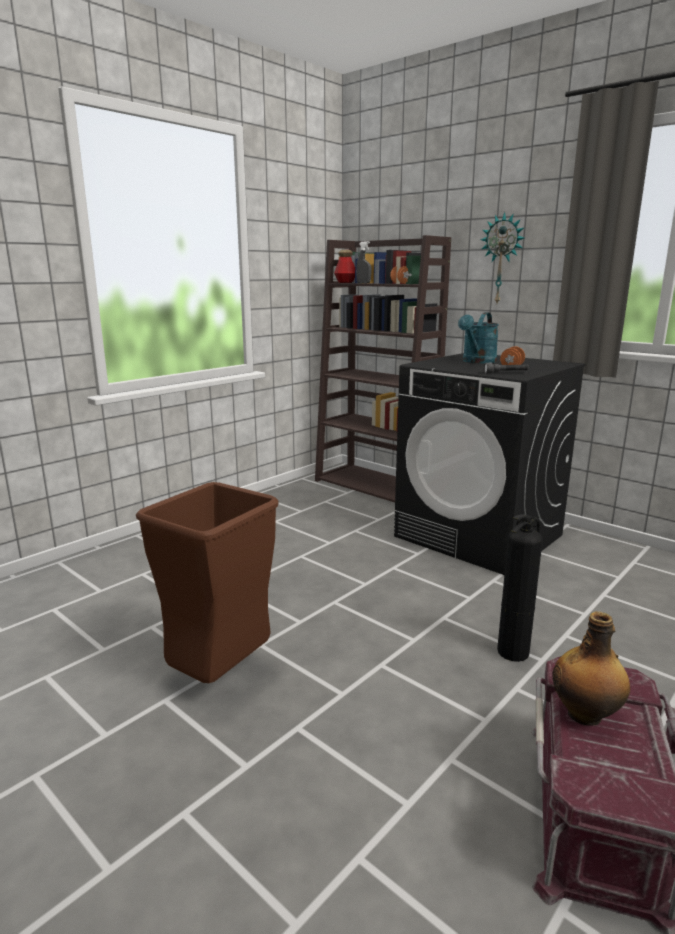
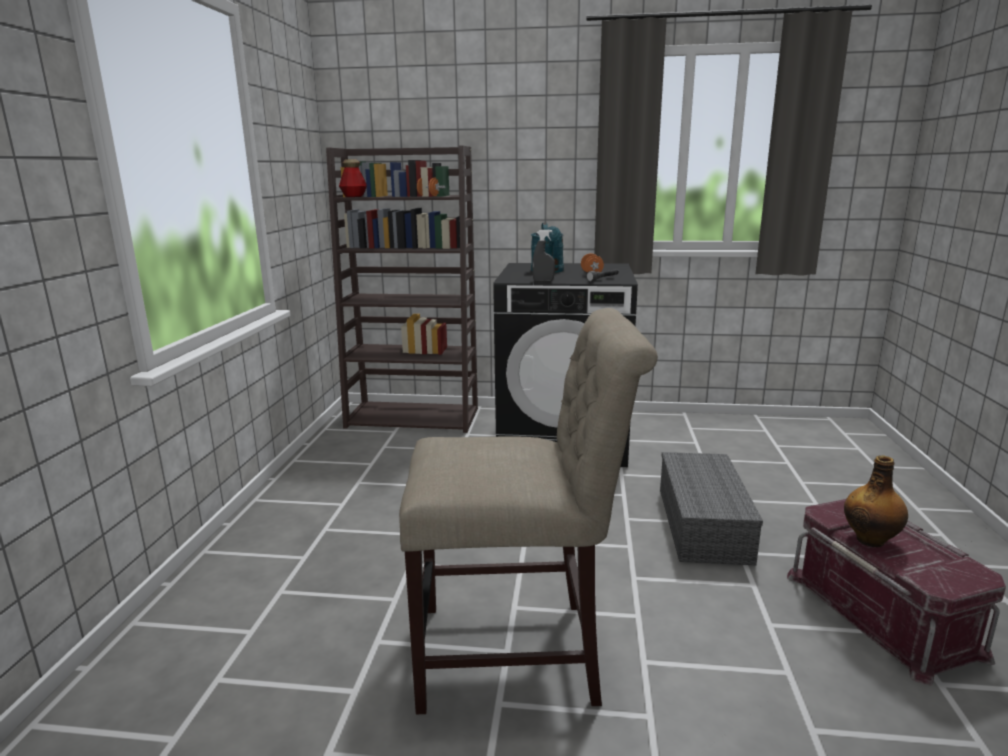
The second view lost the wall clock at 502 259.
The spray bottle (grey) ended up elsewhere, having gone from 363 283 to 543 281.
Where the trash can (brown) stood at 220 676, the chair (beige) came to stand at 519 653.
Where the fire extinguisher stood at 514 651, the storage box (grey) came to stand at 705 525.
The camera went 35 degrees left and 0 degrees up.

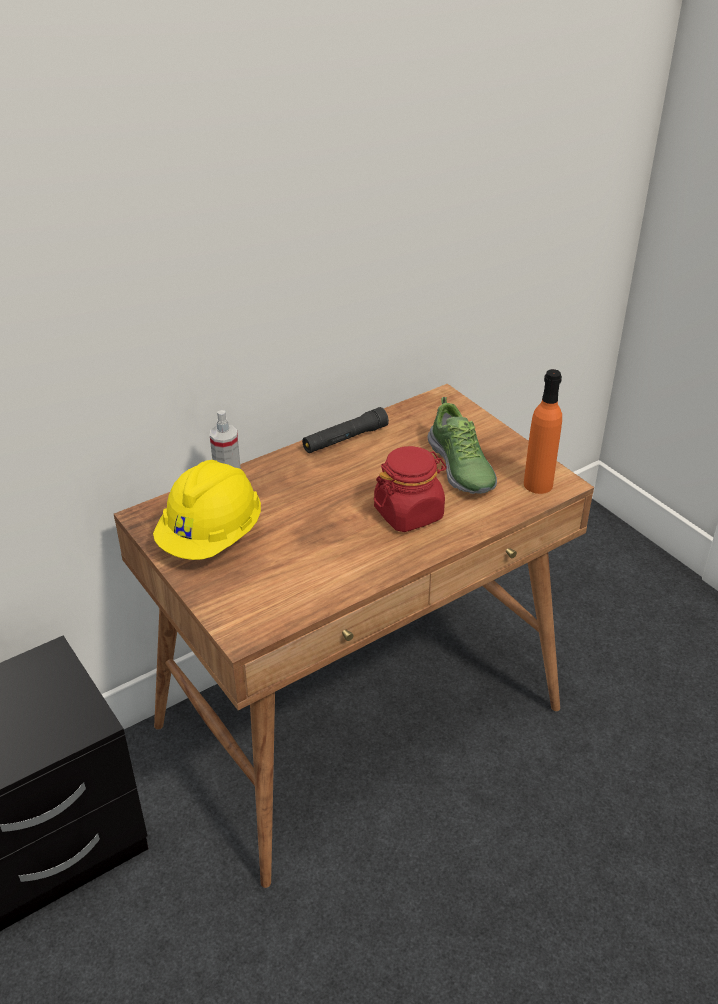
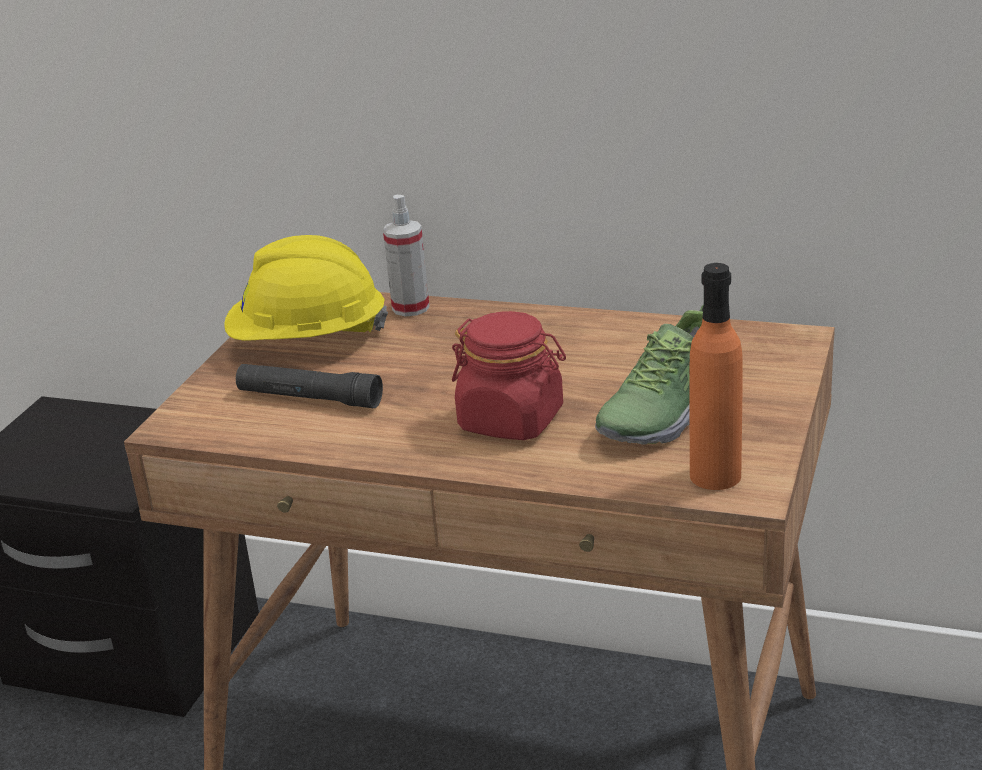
The flashlight (black) ended up elsewhere, having gone from 345 439 to 309 398.
The camera went 55 degrees right and 10 degrees down.

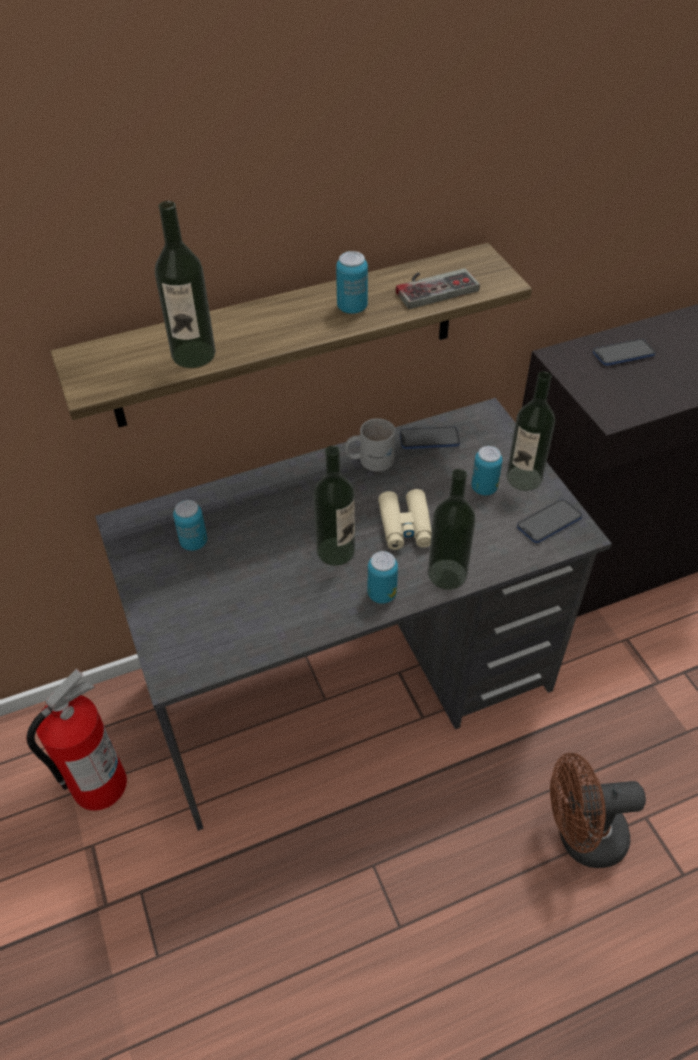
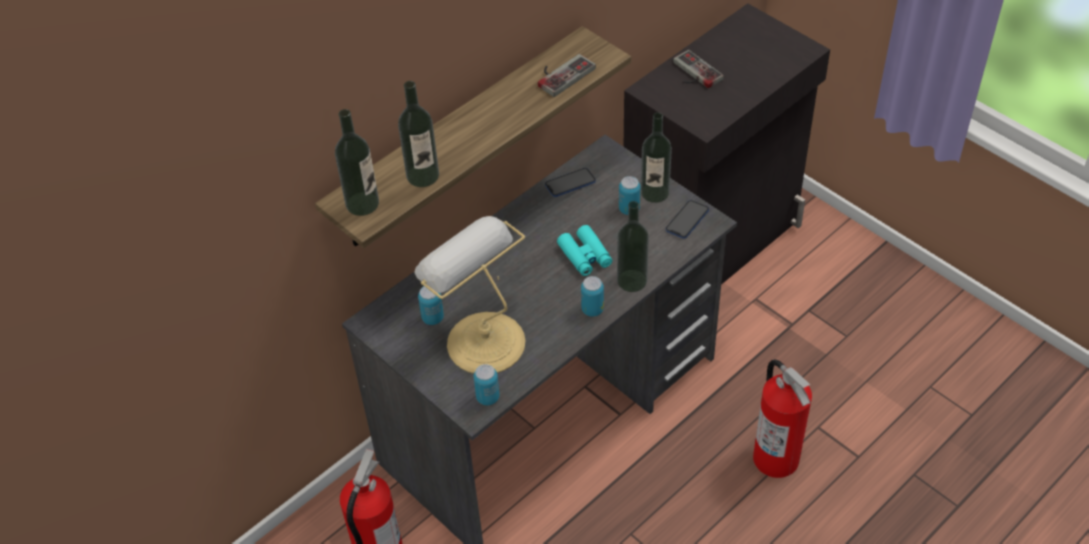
The second view lost the mug (white) at 369 458.
The second view gained the table lamp at 482 340.
The bottle ended up elsewhere, having gone from 335 551 to 362 204.
The can ended up elsewhere, having gone from 352 307 to 488 397.
Where the fan (brown) stood at 580 837, the fire extinguisher came to stand at 776 457.
Where the phone stood at 623 354, the game controller came to stand at 693 73.
What was the binoculars (beige) at 405 526 turned into the binoculars (turquoise) at 585 256.
The camera went 20 degrees left and 0 degrees up.

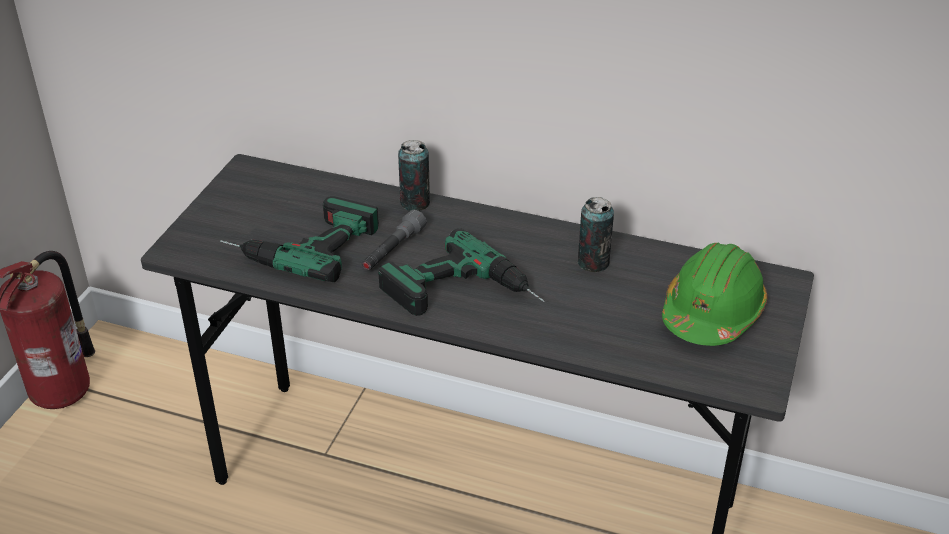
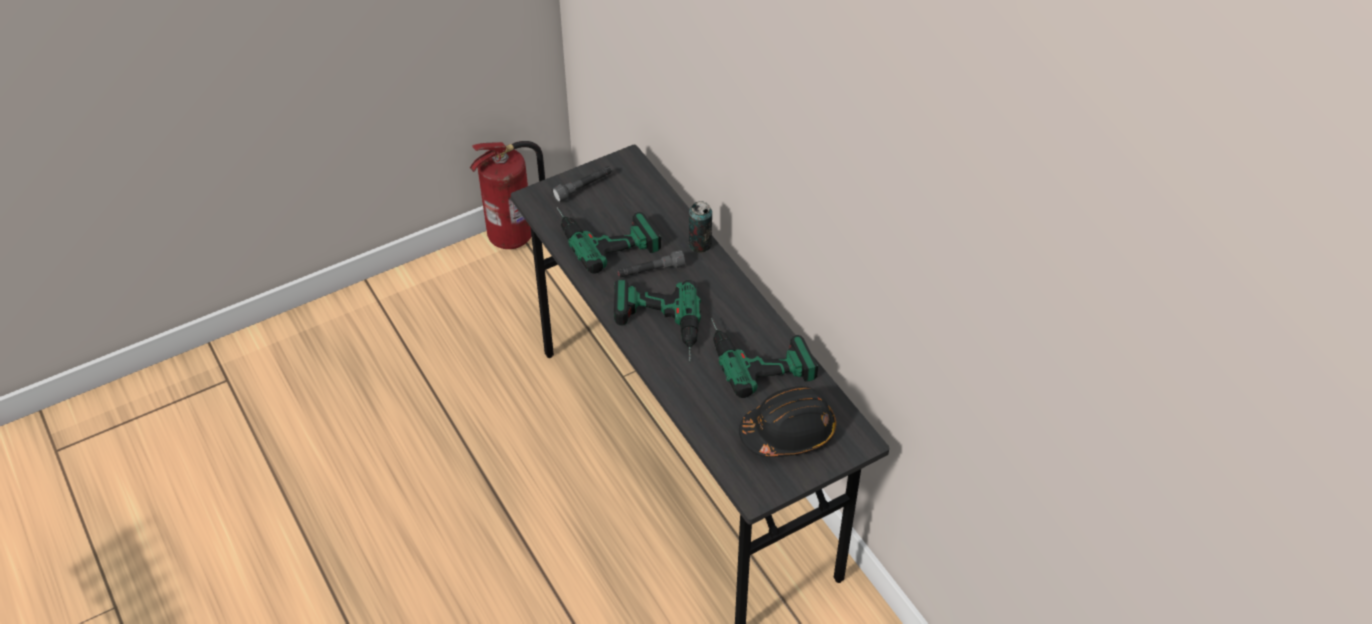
The second view gained the flashlight (grey) at 583 188.
Where the can stood at 593 263, the power drill came to stand at 758 353.
What was the hard hat (green) at 712 312 turned into the hard hat (black) at 788 432.
The camera went 40 degrees right and 10 degrees up.

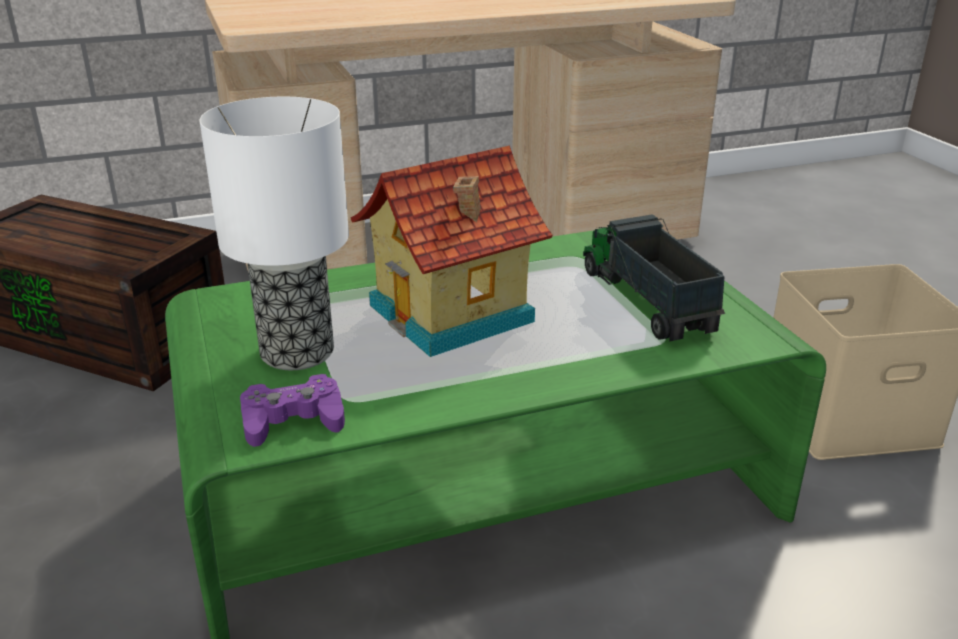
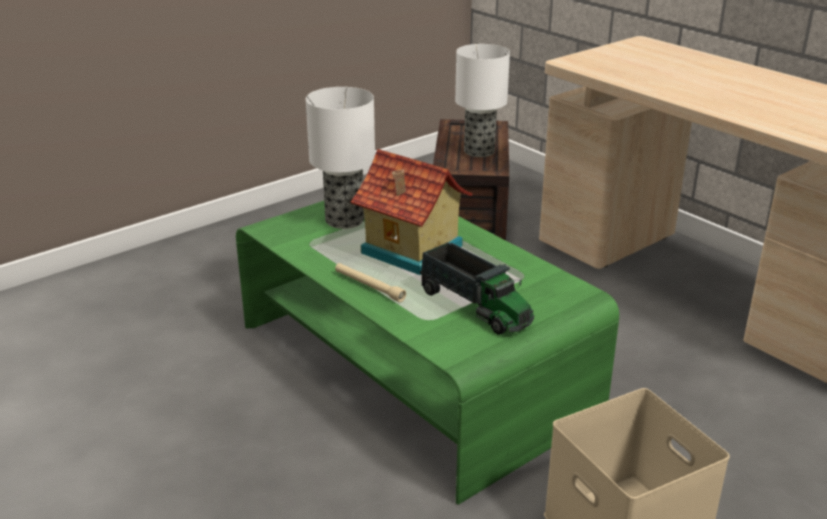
The second view lost the game controller (purple) at 293 420.
The second view gained the flashlight (beige) at 369 286.
The second view gained the table lamp at 479 151.
The toy truck at 644 300 ended up facing another way, 90 degrees clockwise from before.
The camera went 70 degrees right and 0 degrees up.

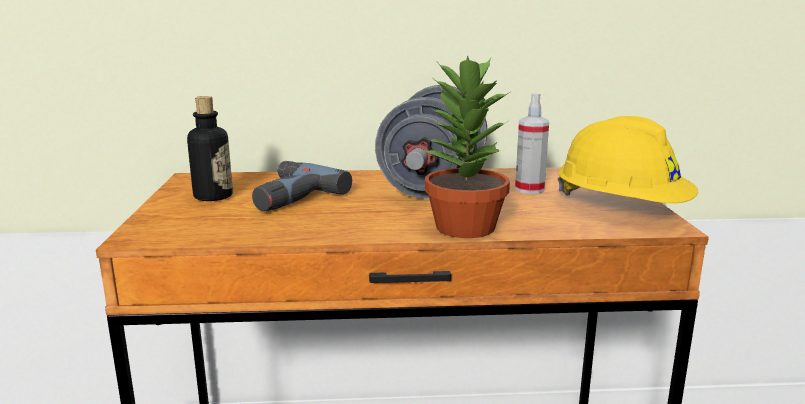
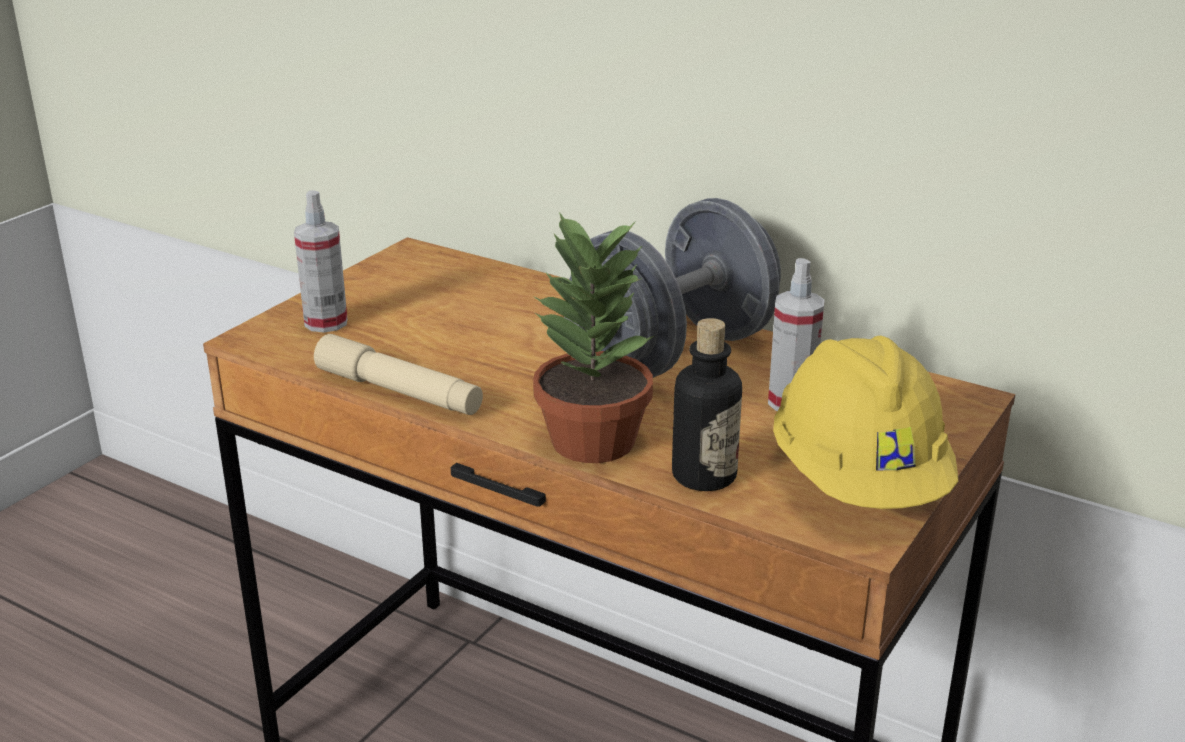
The second view lost the power drill at 286 196.
The second view gained the spray bottle at 326 322.
The second view gained the flashlight (beige) at 399 392.
The bottle ended up elsewhere, having gone from 213 196 to 704 476.
The camera went 35 degrees right and 10 degrees up.

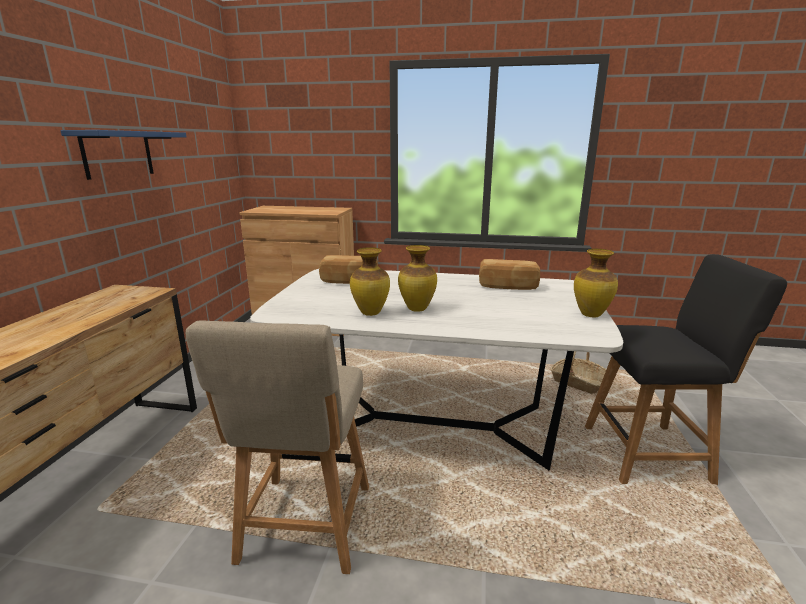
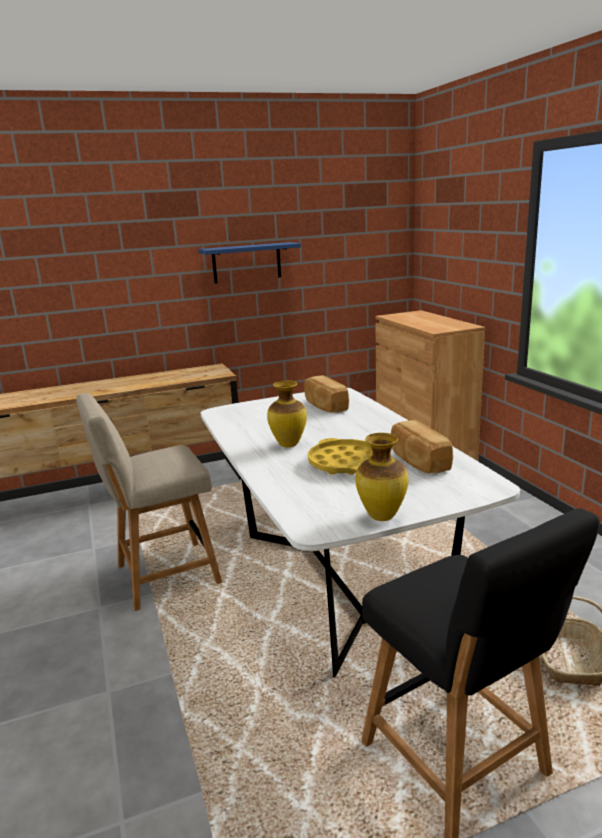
The second view lost the vase at 371 313.
The second view gained the tray (yellow) at 345 463.
The camera went 60 degrees right and 0 degrees up.

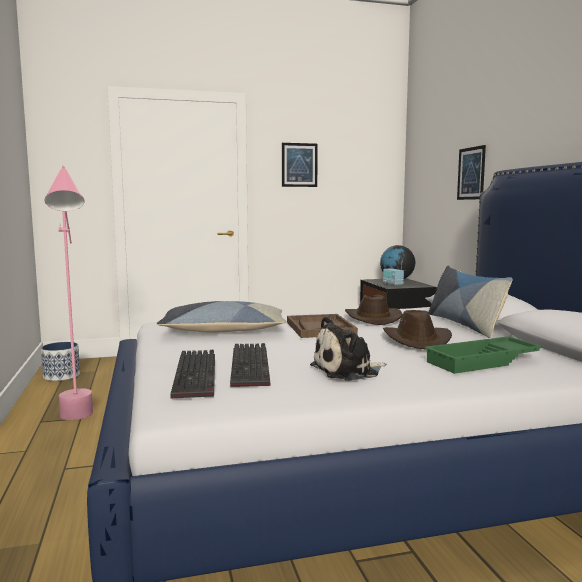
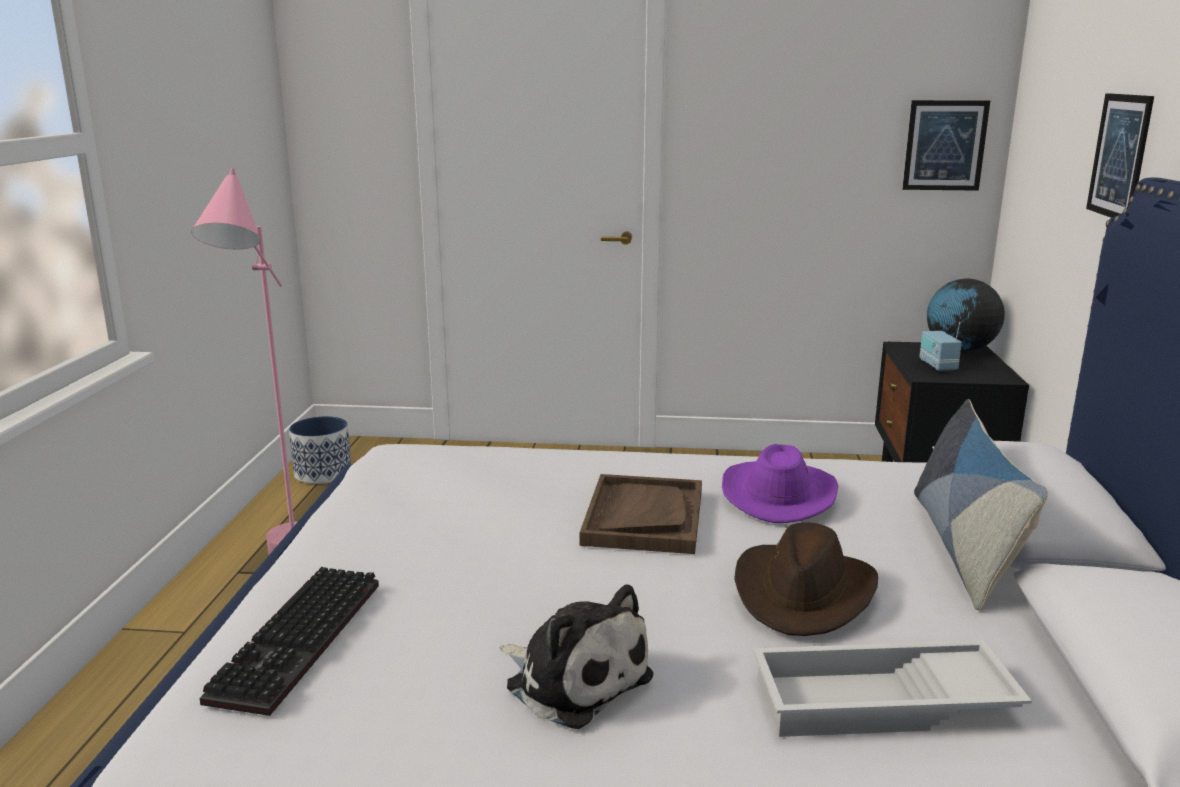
The second view lost the pillow at 223 331.
The second view lost the keyboard at 252 367.
The picture ended up elsewhere, having gone from 299 165 to 945 145.
What was the hat (brown) at 371 318 turned into the hat (purple) at 778 495.
What was the tray (green) at 483 362 turned into the tray (white) at 881 704.
The plush toy at 348 371 ended up facing another way, 135 degrees counterclockwise from before.
The camera went 20 degrees right and 10 degrees up.

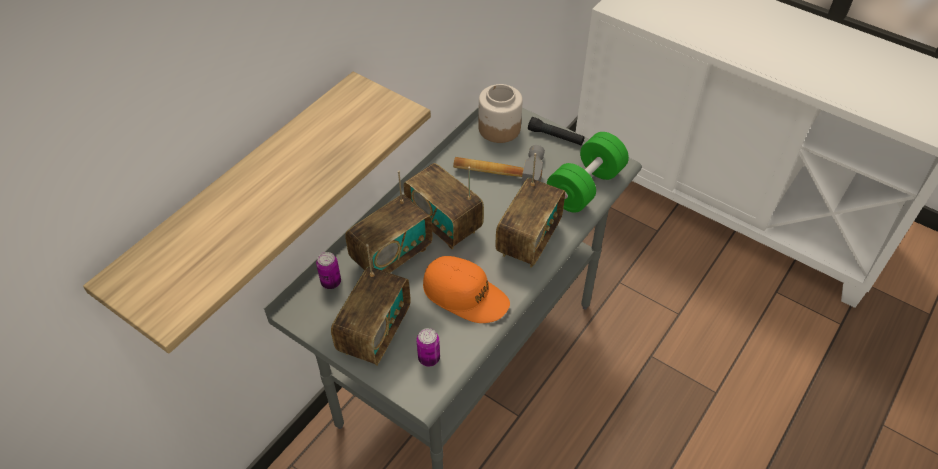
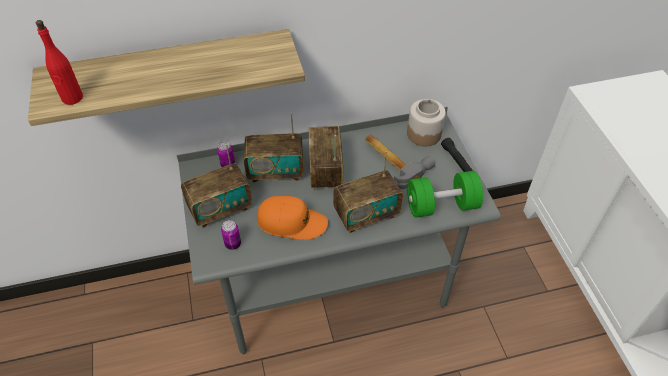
The second view gained the bottle (red) at 72 98.
The cap (orange) at 465 295 ended up facing another way, 60 degrees counterclockwise from before.
The camera went 40 degrees right and 0 degrees up.

